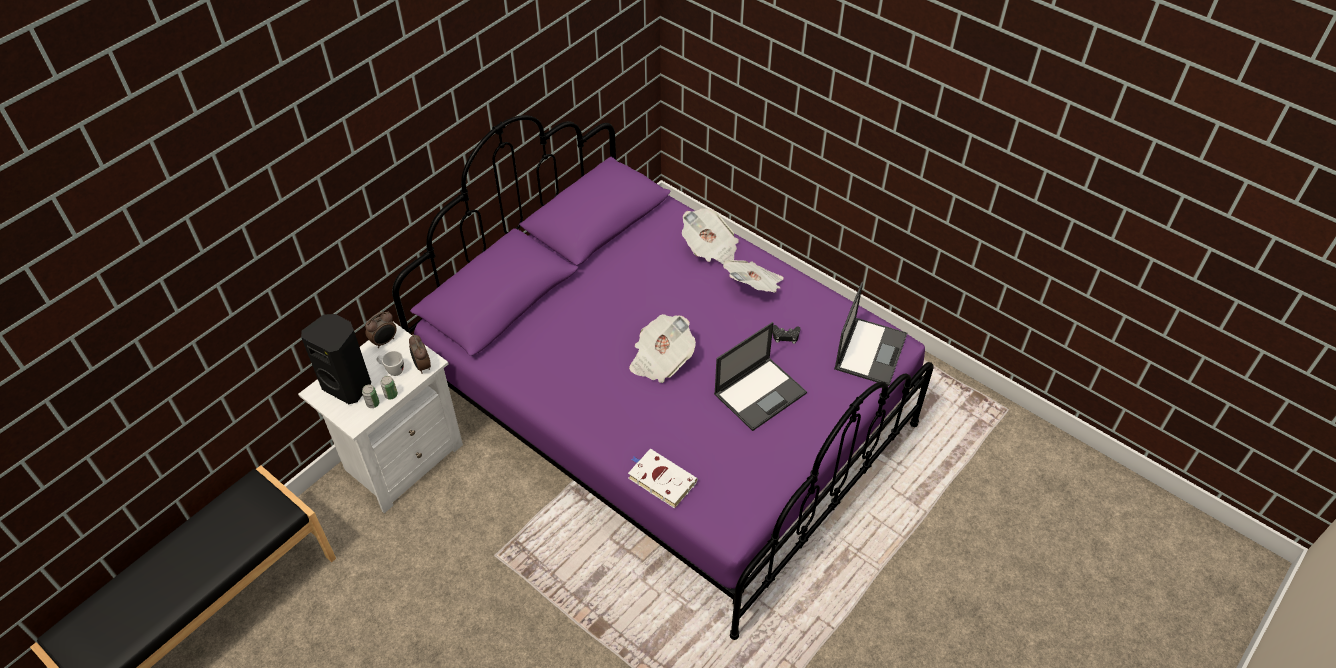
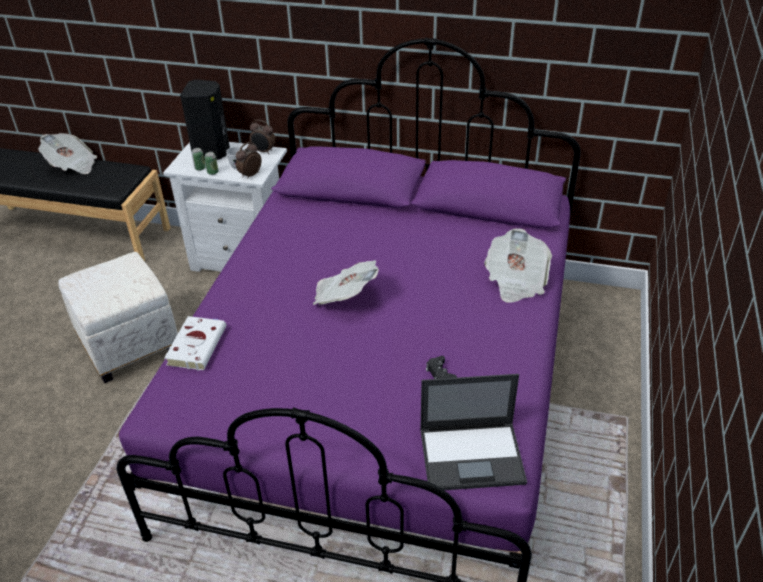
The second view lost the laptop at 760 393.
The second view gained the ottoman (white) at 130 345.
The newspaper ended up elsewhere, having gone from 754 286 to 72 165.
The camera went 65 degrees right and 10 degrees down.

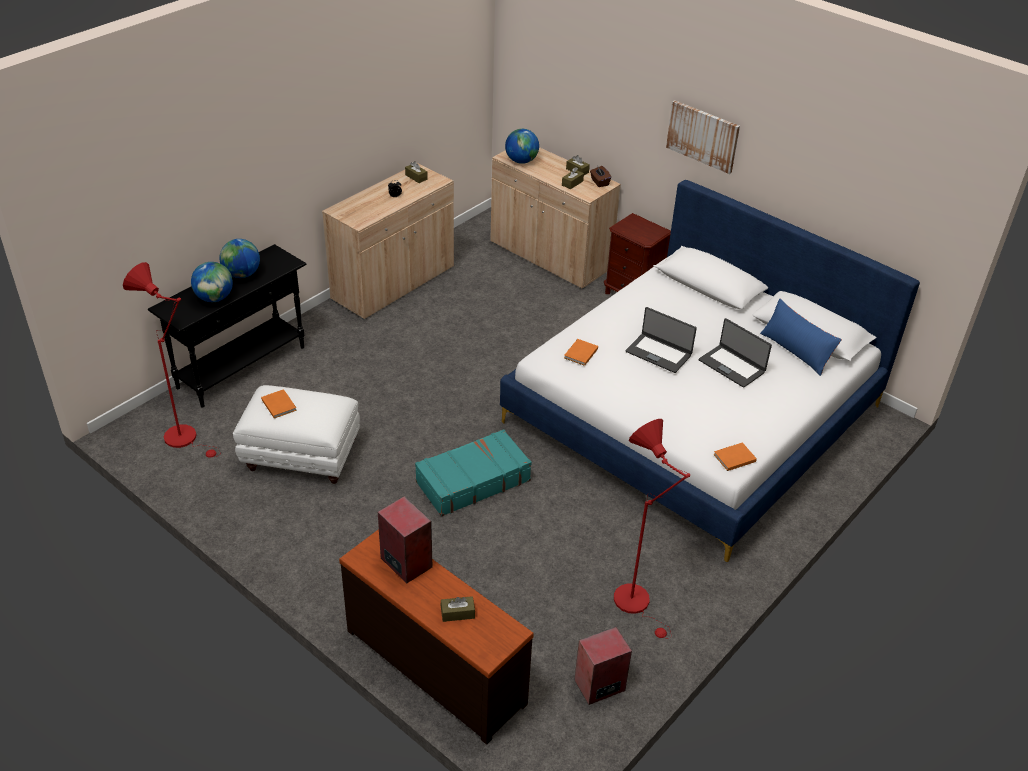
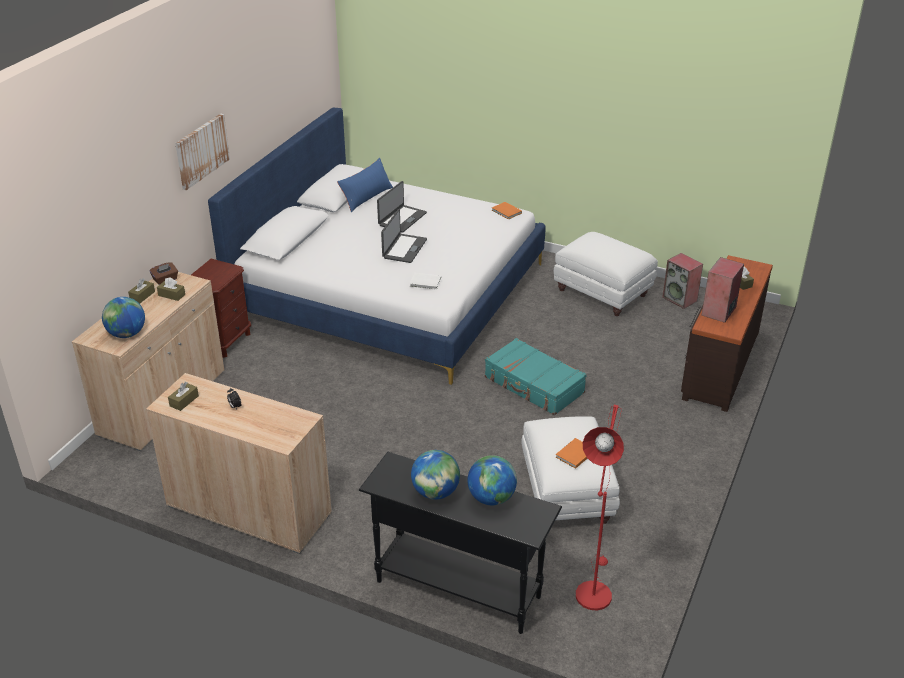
Where the floor lamp (red) stood at 637 603, the ottoman (white) came to stand at 603 293.
What was the book (orange) at 580 354 turned into the book (white) at 426 282.
The camera went 105 degrees left and 5 degrees down.

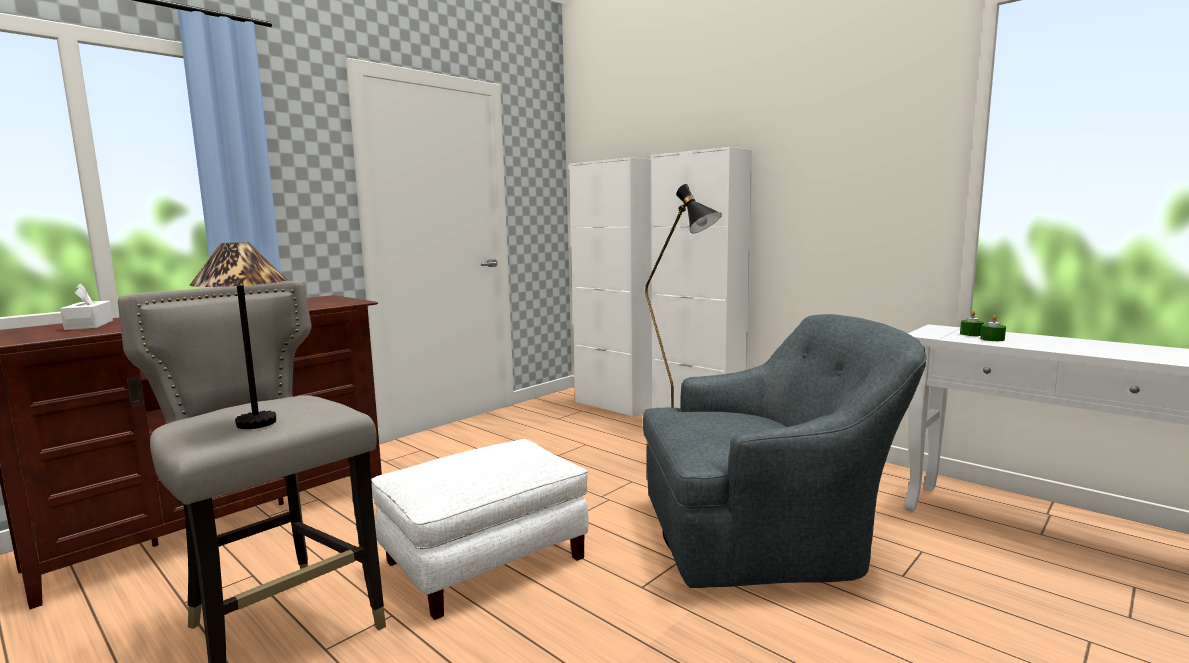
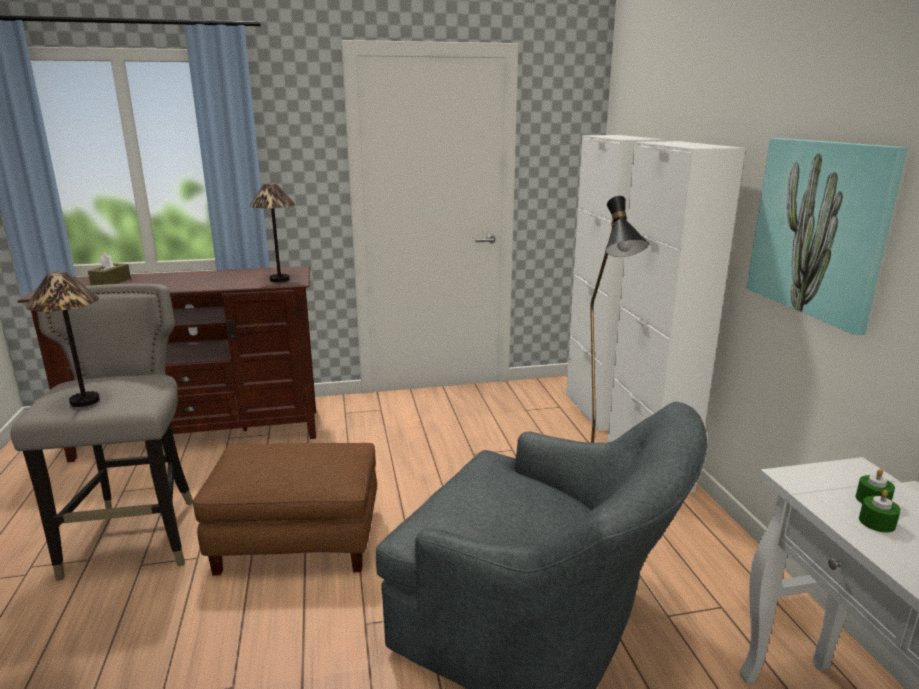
The second view gained the table lamp at 280 279.
The second view gained the picture at 818 229.
What was the tissue box (white) at 89 325 turned into the tissue box (brown) at 111 282.
What was the ottoman (white) at 485 559 turned into the ottoman (brown) at 298 538.
The camera went 35 degrees right and 10 degrees up.

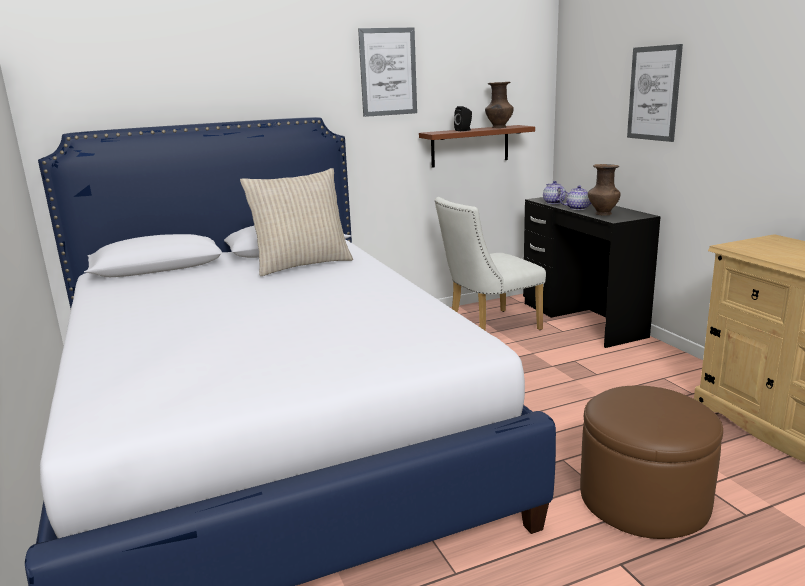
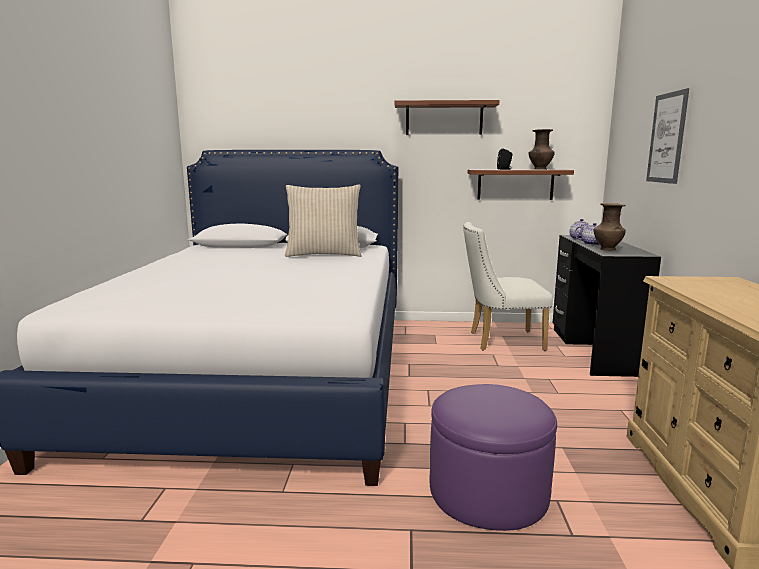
Where the picture hung at 388 72, the shelf (brown) came to hang at 444 119.
What was the ottoman (brown) at 643 499 turned into the ottoman (purple) at 488 492.
The camera went 25 degrees right and 5 degrees down.

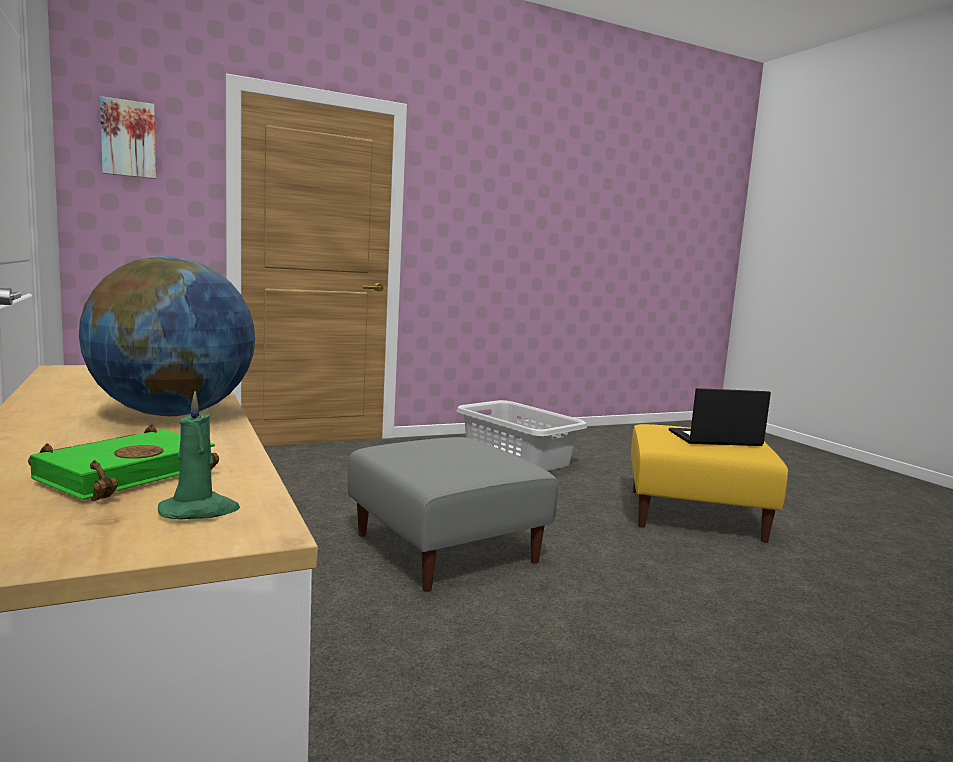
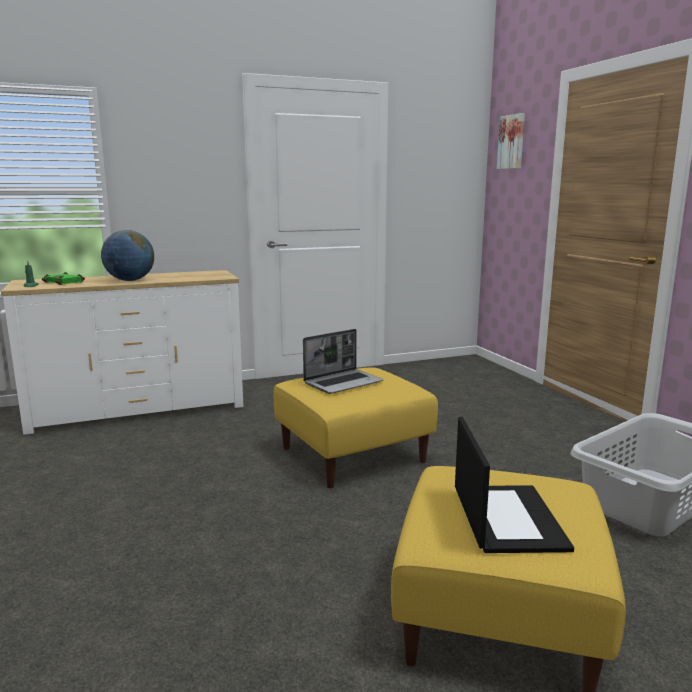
The second view gained the laptop at 343 383.
What was the ottoman (grey) at 444 548 turned into the ottoman (yellow) at 352 454.
The camera went 95 degrees right and 5 degrees up.

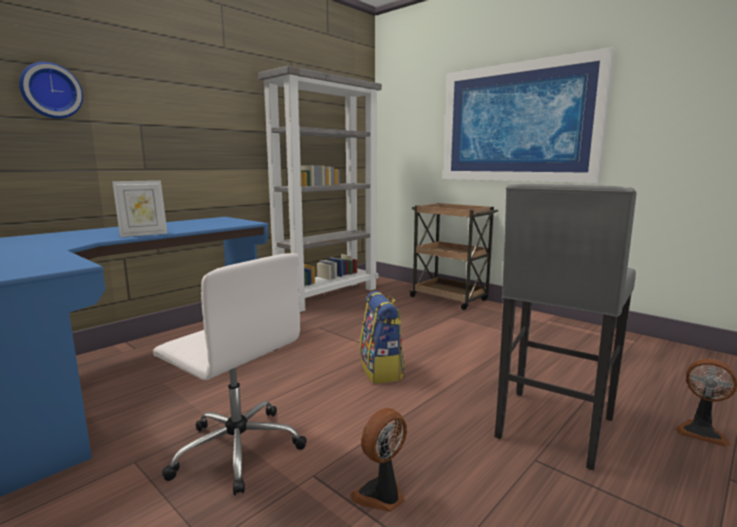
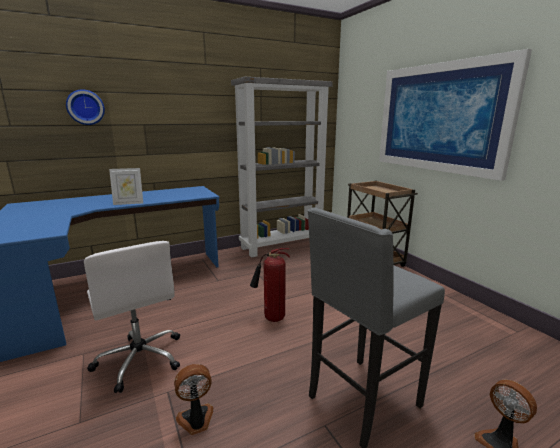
Where the backpack stood at 382 371, the fire extinguisher came to stand at 271 318.
The camera went 20 degrees right and 5 degrees up.

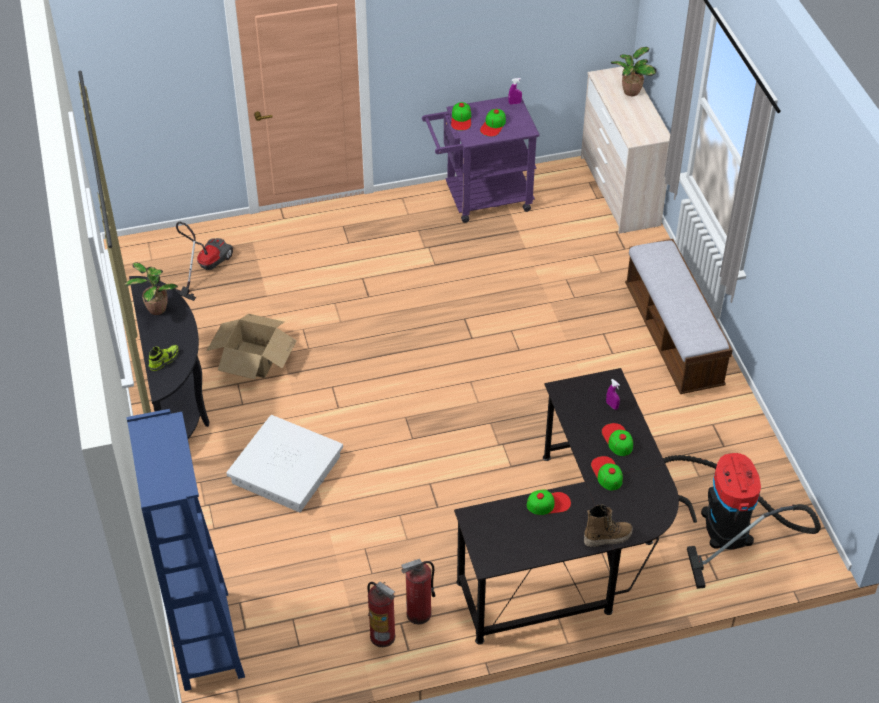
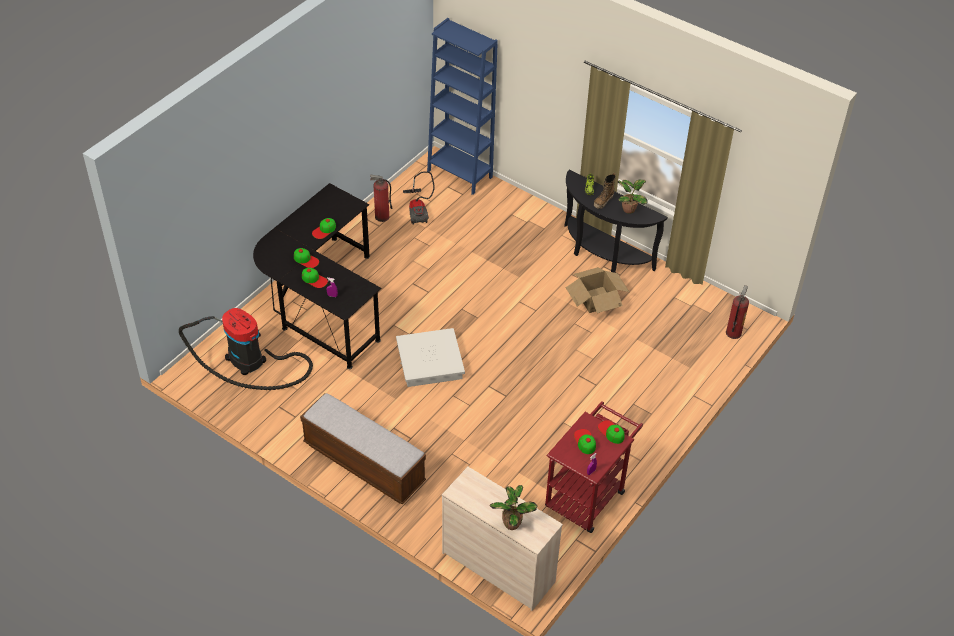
The vacuum cleaner ended up elsewhere, having gone from 205 267 to 418 210.
The storage box (white) ended up elsewhere, having gone from 286 470 to 430 362.
The fire extinguisher ended up elsewhere, having gone from 418 614 to 733 333.
The boot ended up elsewhere, having gone from 607 537 to 603 201.
What was the cart (purple) at 480 199 turned into the cart (red) at 588 494.
The camera went 140 degrees right and 0 degrees up.

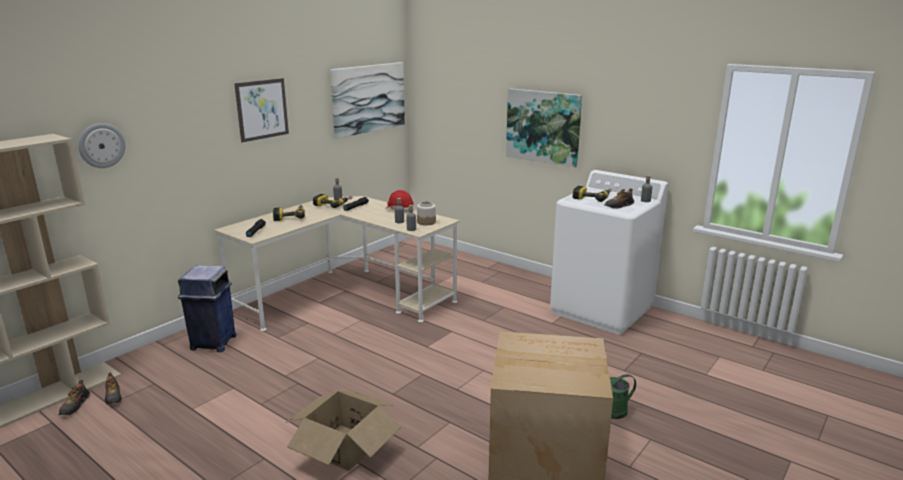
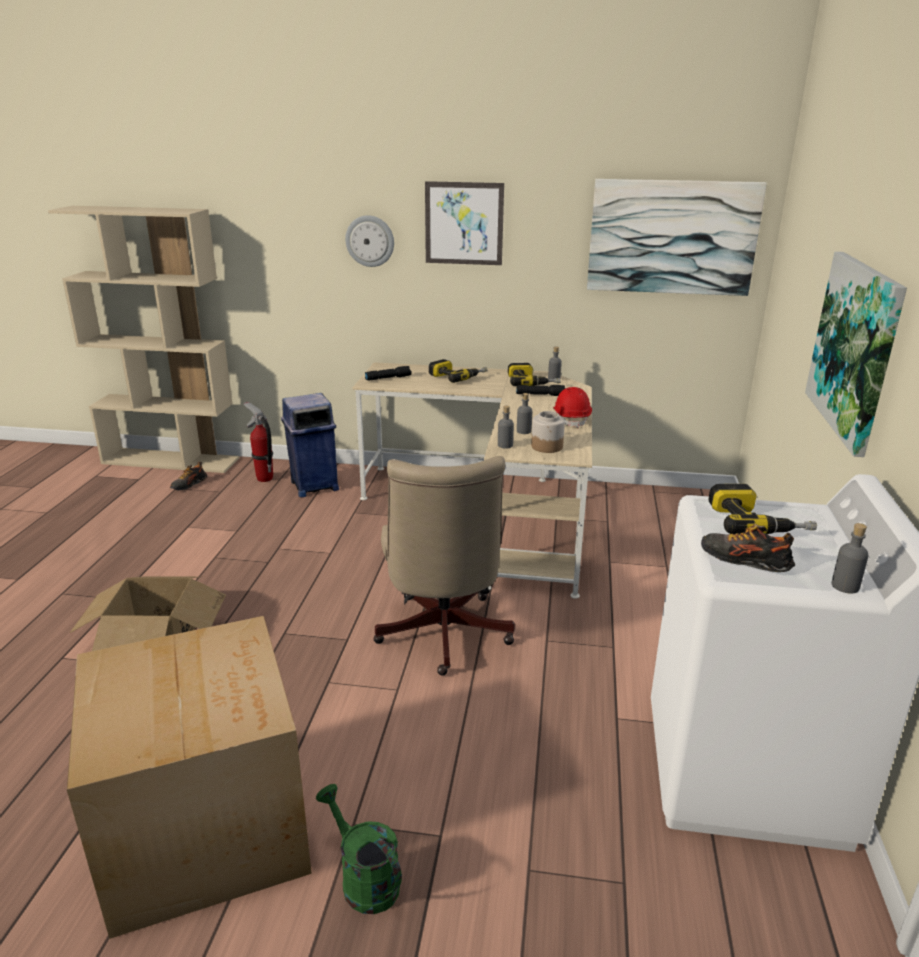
The second view lost the shoe at 75 406.
The second view gained the fire extinguisher at 264 478.
The second view gained the office chair (beige) at 442 637.
The wall clock ended up elsewhere, having gone from 101 145 to 370 241.
The camera went 60 degrees right and 5 degrees up.

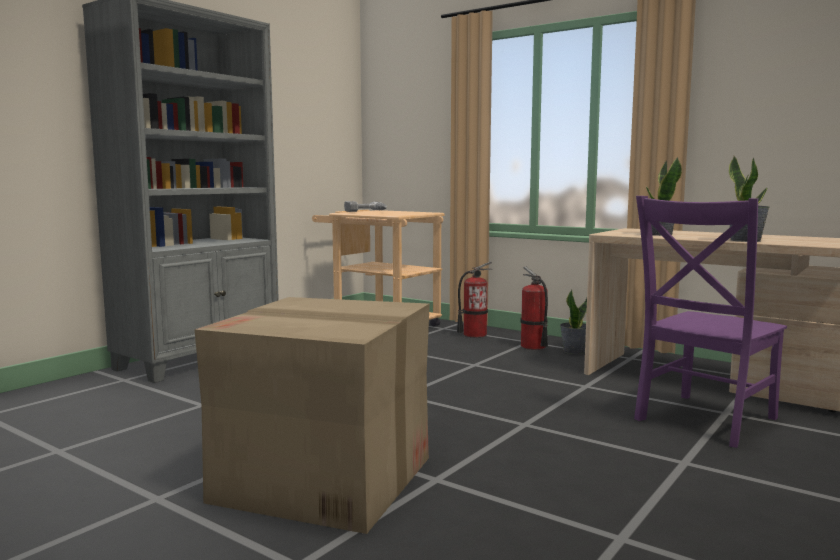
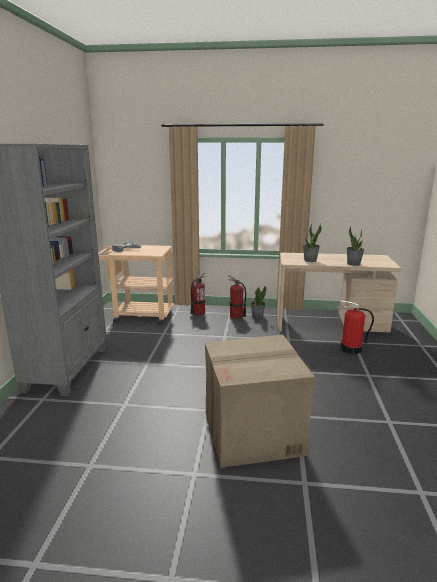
Where the chair (purple) stood at 702 420, the fire extinguisher came to stand at 351 349.
The camera went 30 degrees left and 10 degrees up.

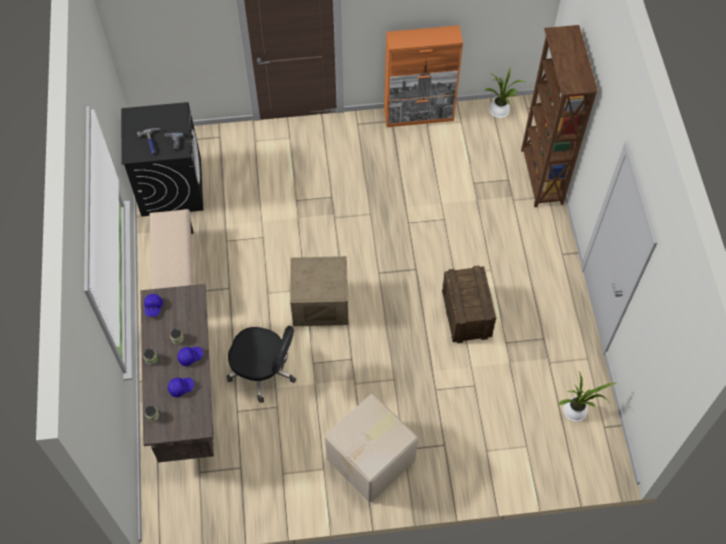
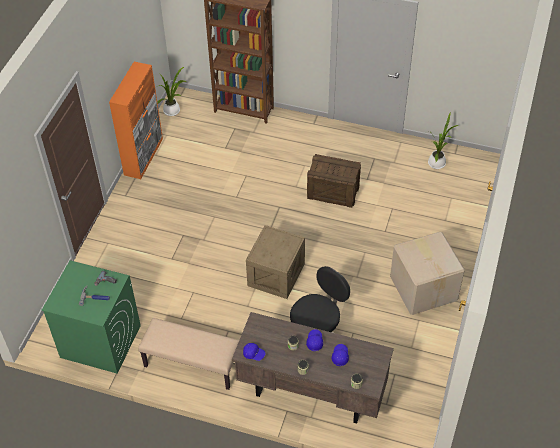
What was the washing machine (black) at 171 186 turned into the washing machine (green) at 100 341.
The camera went 65 degrees left and 10 degrees down.

